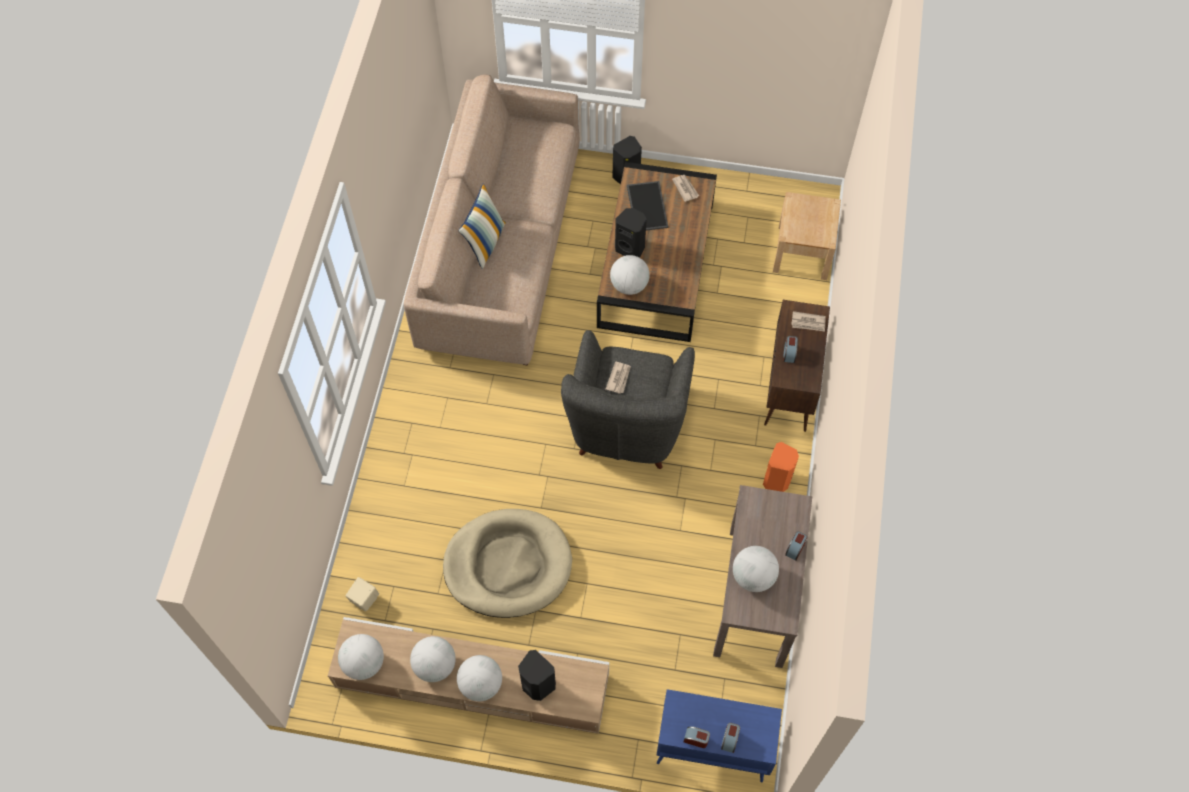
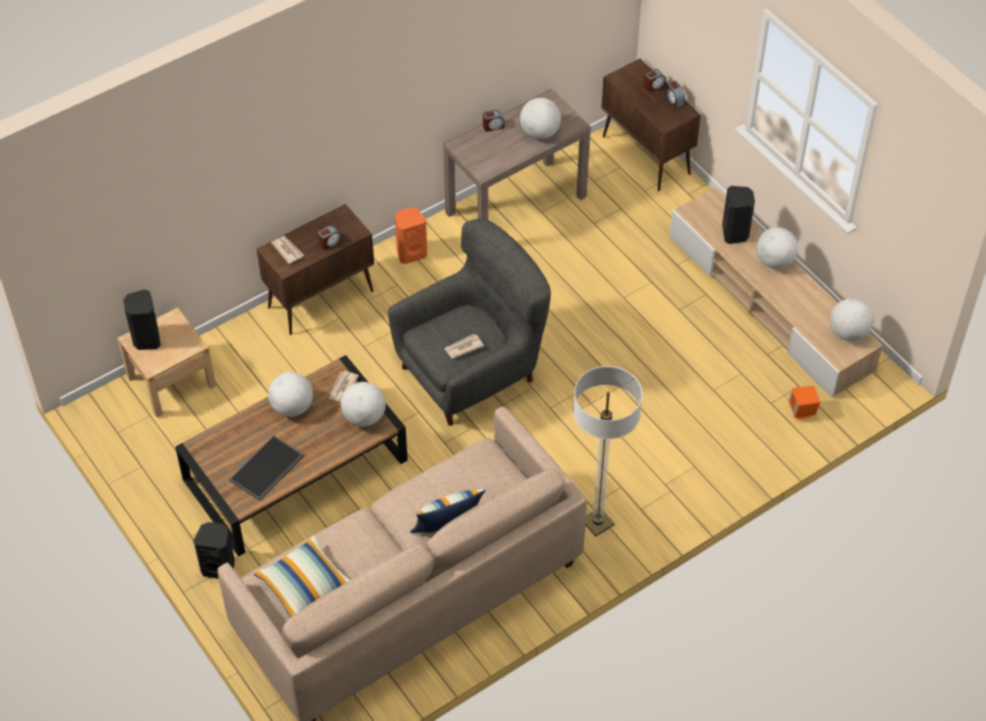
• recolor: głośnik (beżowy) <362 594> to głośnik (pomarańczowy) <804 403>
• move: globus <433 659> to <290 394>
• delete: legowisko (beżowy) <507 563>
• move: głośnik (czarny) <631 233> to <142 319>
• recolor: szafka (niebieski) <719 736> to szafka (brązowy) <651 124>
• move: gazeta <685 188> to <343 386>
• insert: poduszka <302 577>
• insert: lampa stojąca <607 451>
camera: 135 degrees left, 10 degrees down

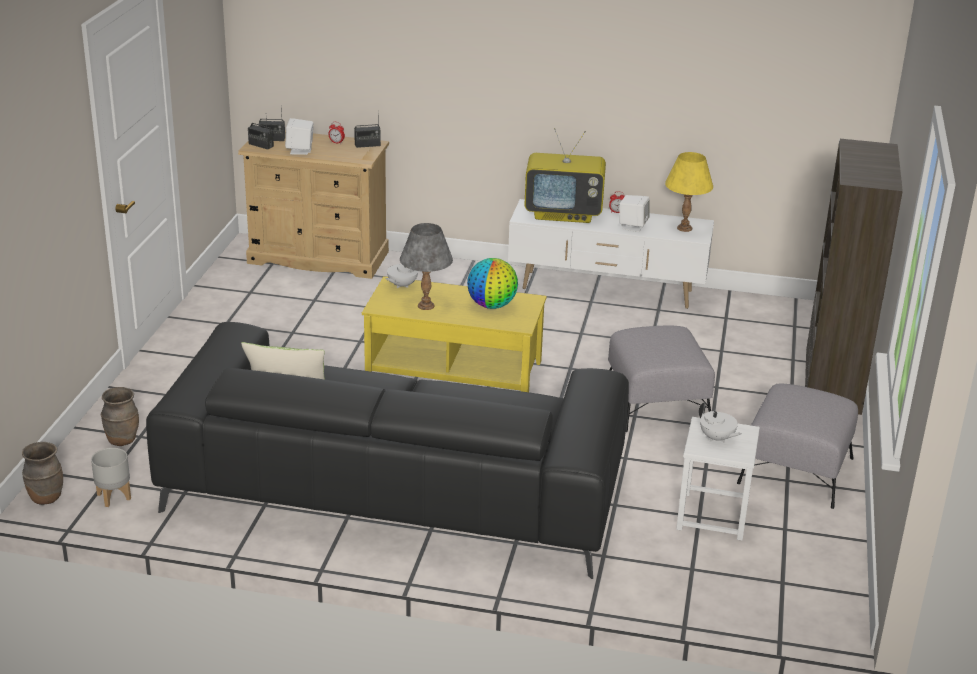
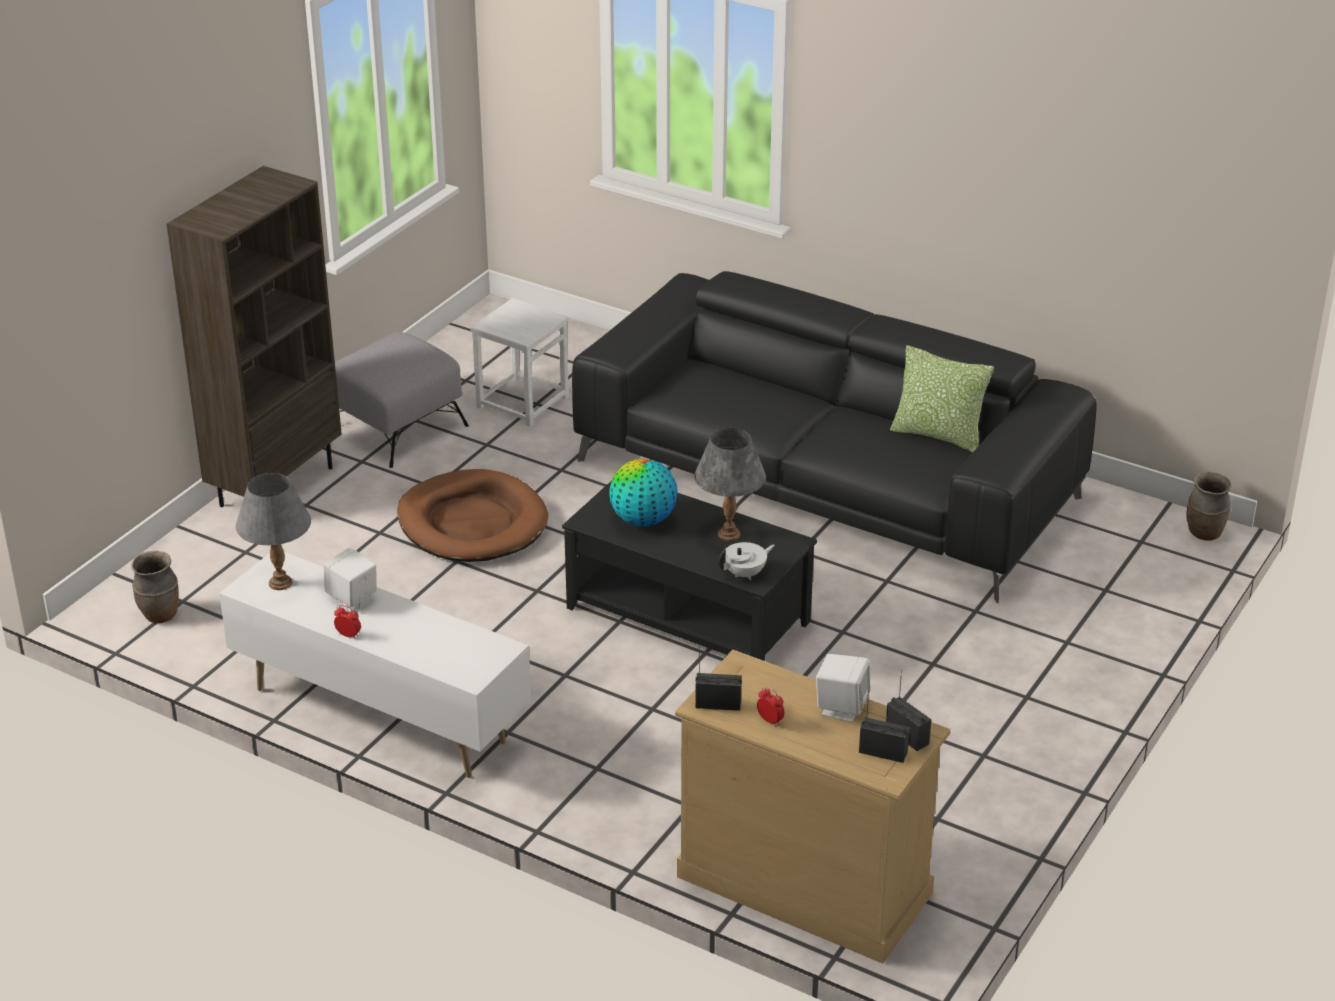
• delete: donica (szary) <111 477>
• move: wazon (brązowy) <119 416> to <155 586>
• recolor: ława (żółty) <454 334> to ława (czarny) <689 571>
• delete: telewizor <565 175>
• replace: pufa (szary) <661 378> to legowisko (brązowy) <472 515>
• recolor: lampa stołowa (żółty) <689 192> to lampa stołowa (szary) <273 531>
• delete: imbryk (biały) <720 422>
camera: 160 degrees left, 5 degrees up

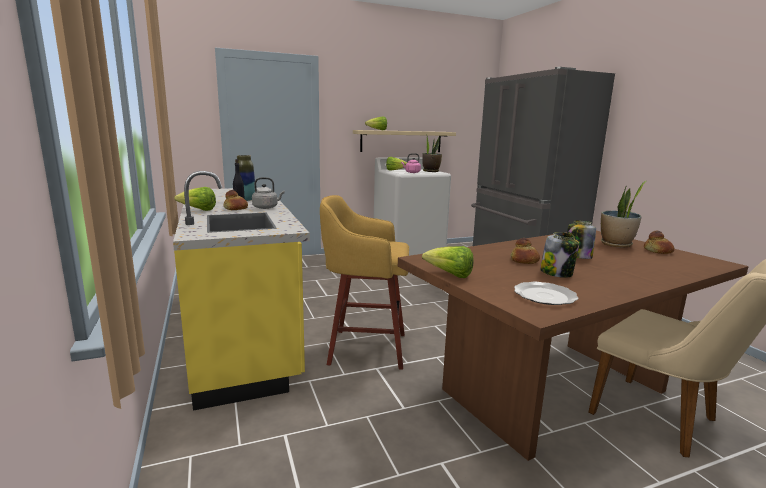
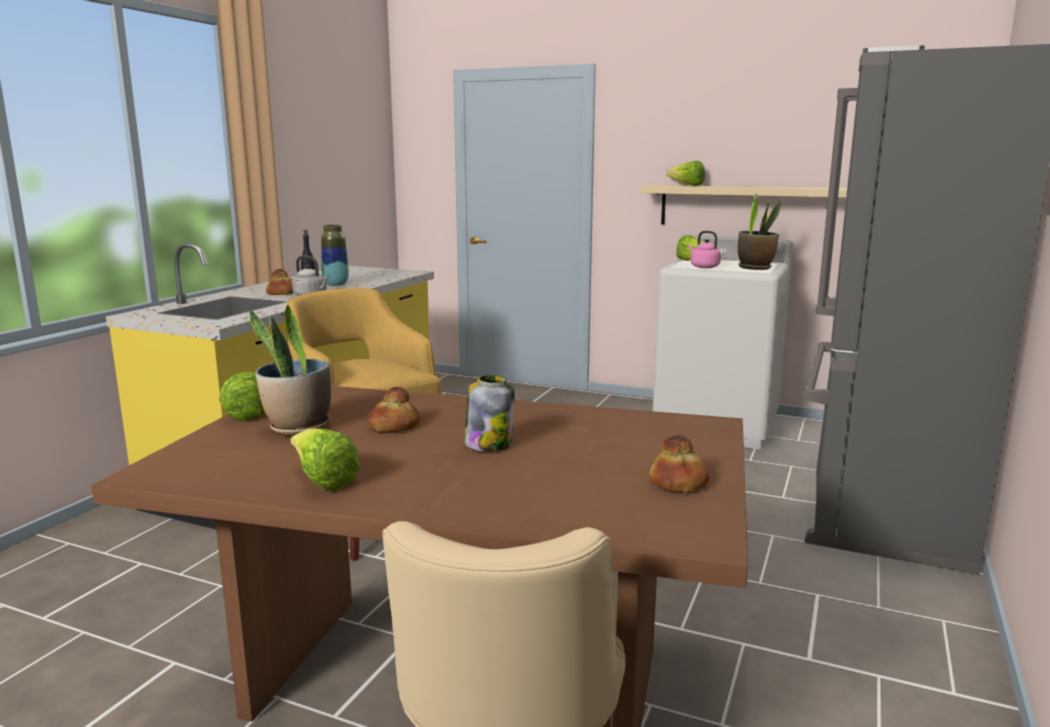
• move: sałata <195 199> to <325 459>
• delete: talerz <546 293>
• delete: słoik <559 255>
• move: roślina doniczkowa <623 214> to <290 370>
camera: 45 degrees right, 0 degrees up

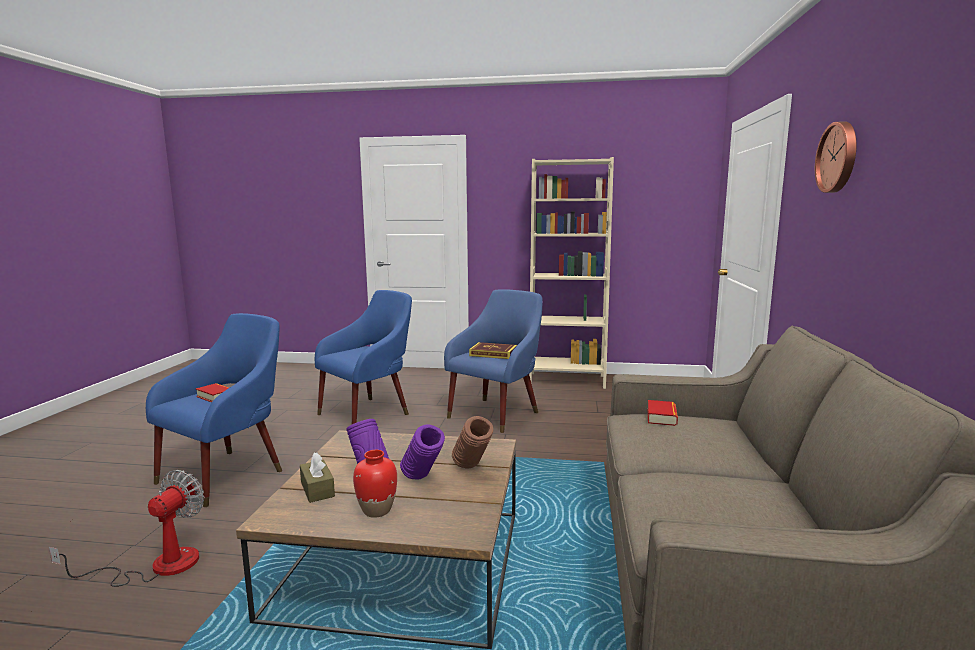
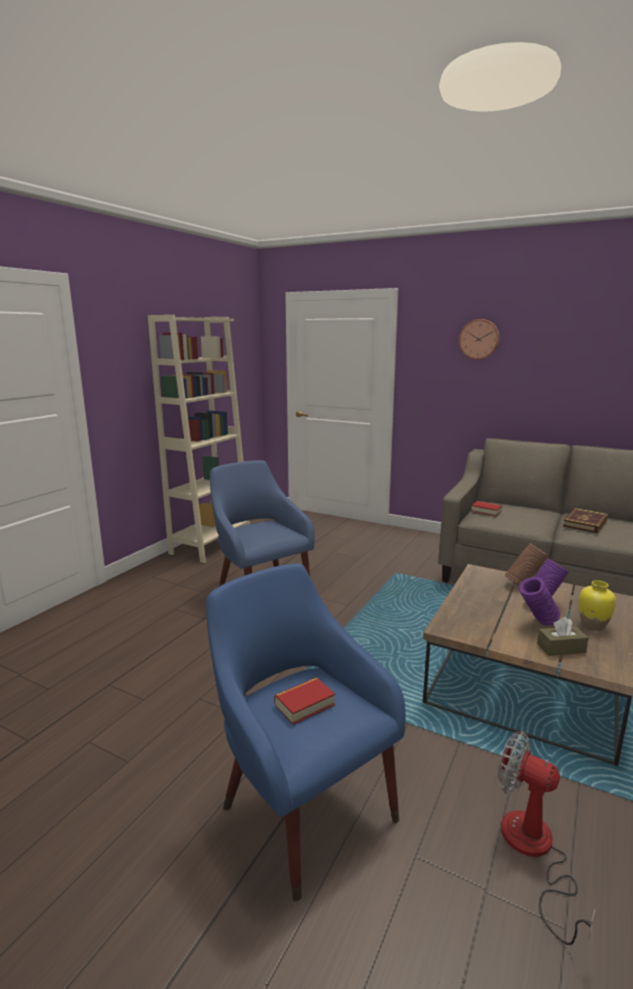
• delete: fotel (niebieski) <363 357>
• recolor: wazon (czerwony) <375 484> to wazon (żółty) <597 605>
• move: książka <493 350> to <585 521>
camera: 70 degrees left, 5 degrees up

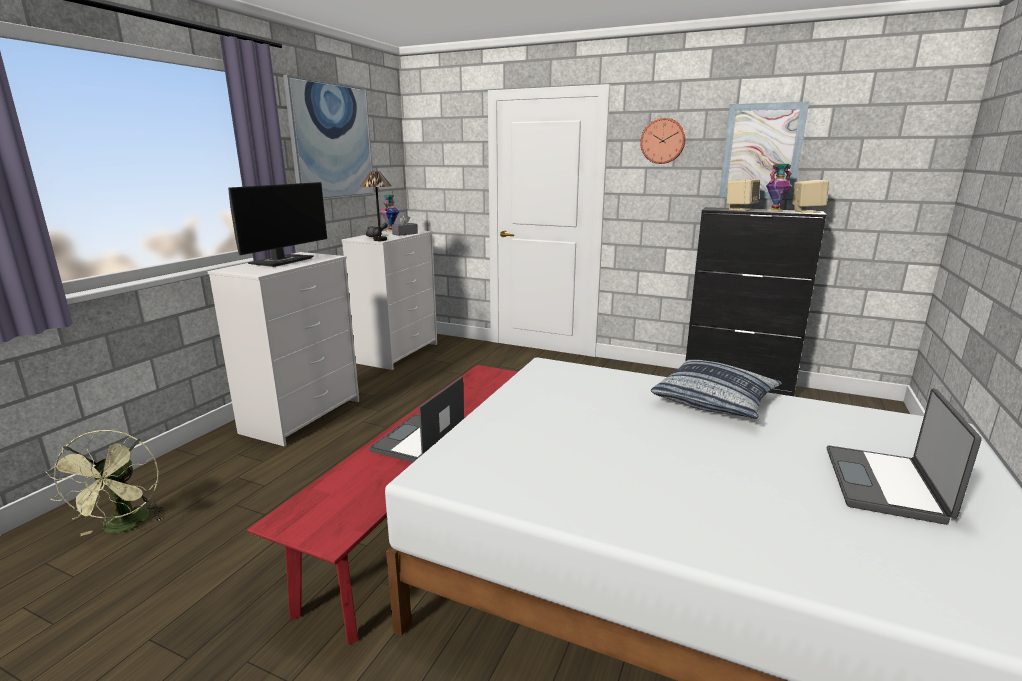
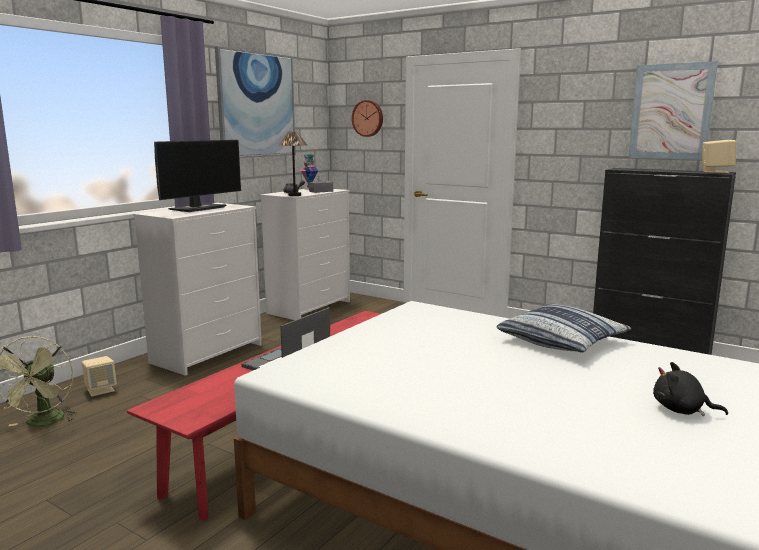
• move: zegar ścienny <663 141> to <367 118>
• move: głośnik (beżowy) <743 195> to <99 376>
• delete: wazon <779 188>
• replace: laptop <904 457> to pluszak (czarny) <690 389>
camera: 10 degrees right, 5 degrees down

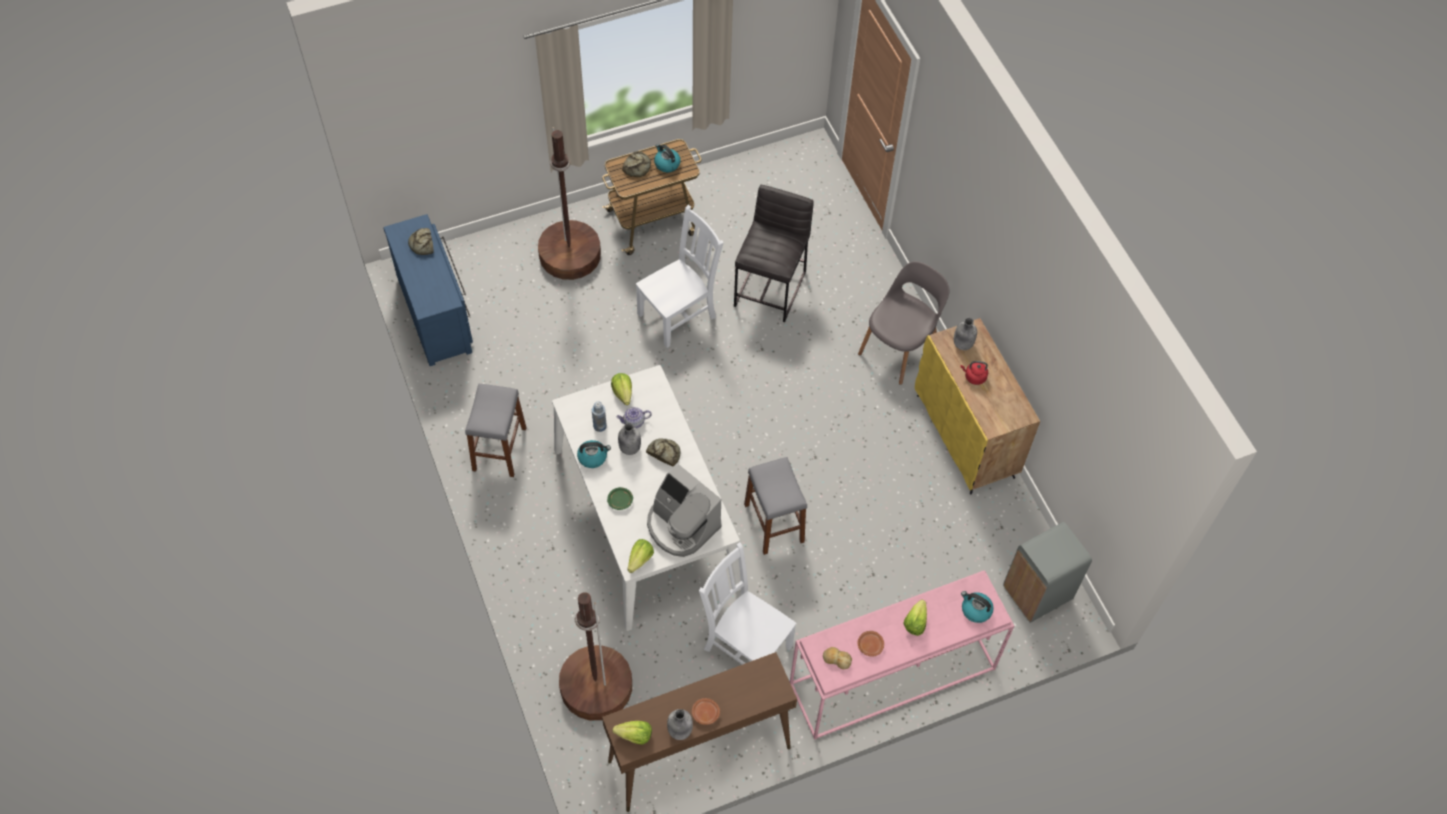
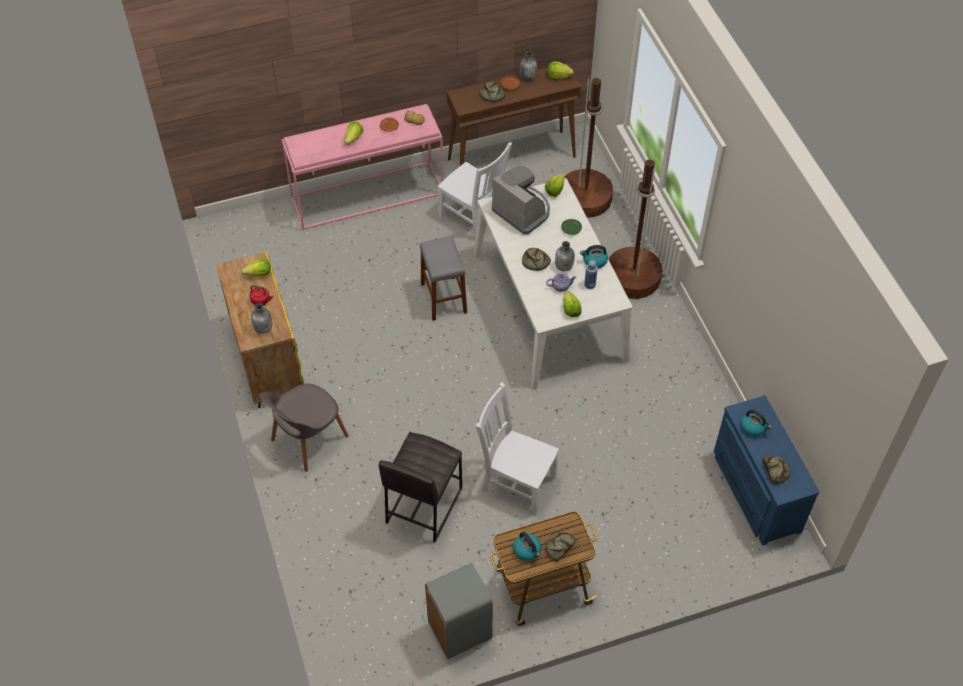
• delete: stołek (szary) <495 430>
• move: lampa stojąca (brązowy) <569 203> to <635 229>
• rotate: krzesło (biały) <679 276> = <517 448> 60 degrees clockwise
• move: czajnik <977 607> to <756 423>
• move: kosz na śmieci (szary) <1047 572> to <459 611>
• insert: sałata <256 267>
• insert: chleb <492 91>
camera: 175 degrees left, 5 degrees down

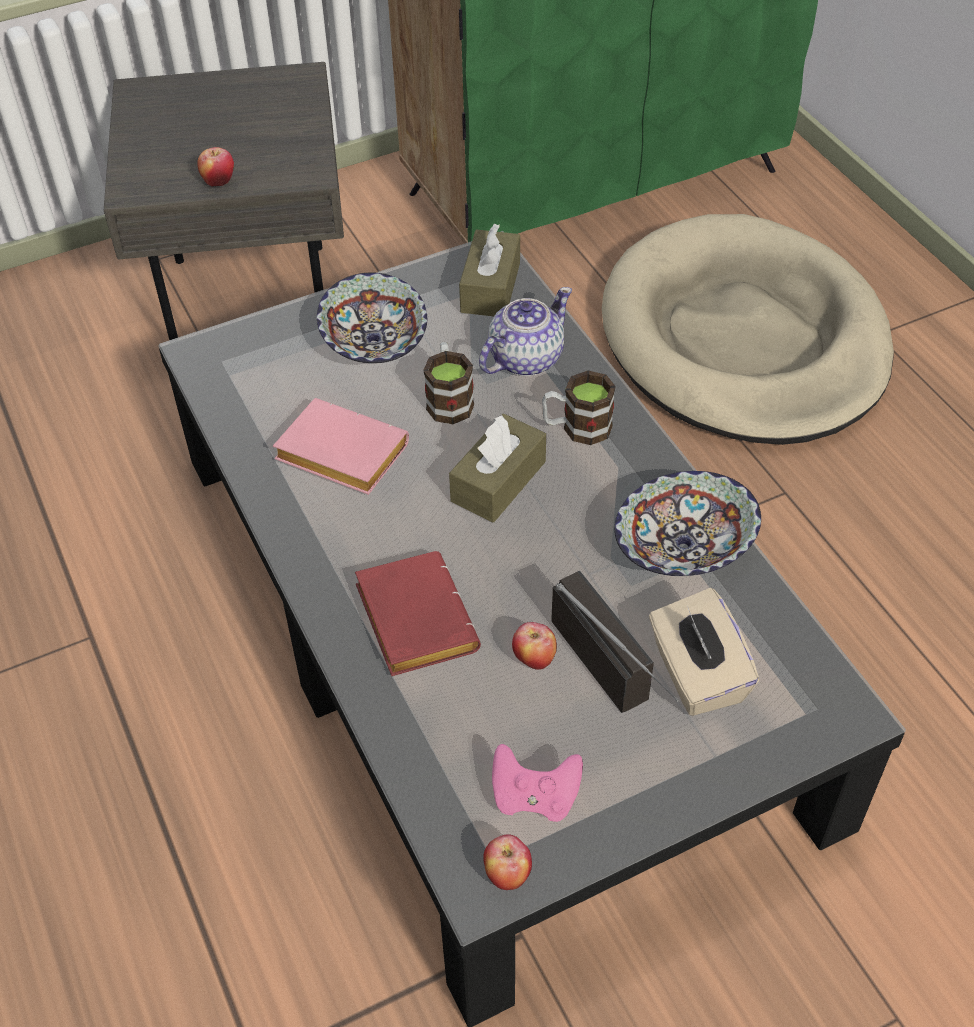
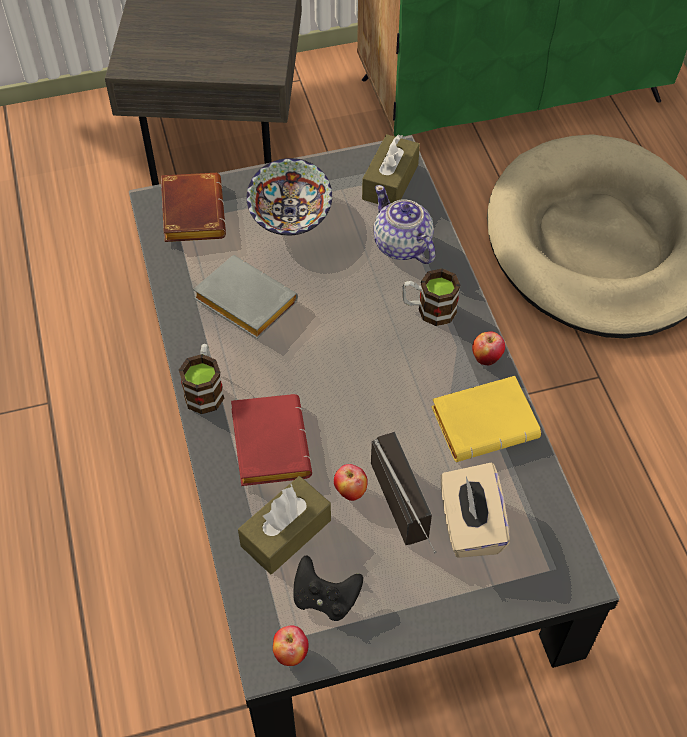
• move: jabłko <215 167> to <488 348>
• recolor: książka (różowy) <341 446> to książka (szary) <245 297>
• move: kubek <448 383> to <201 379>
• move: pudełko chusteczek (brązowy) <497 468> to <284 525>
• rotate: imbryk <525 331> = <404 224> 90 degrees counterclockwise
• recolor: pad do gier (różowy) <537 783> to pad do gier (czarny) <328 588>
• replace: miska <687 523> to książka (żółty) <486 419>
• insert: książka (brązowy) <193 207>
camera: 10 degrees right, 5 degrees up

